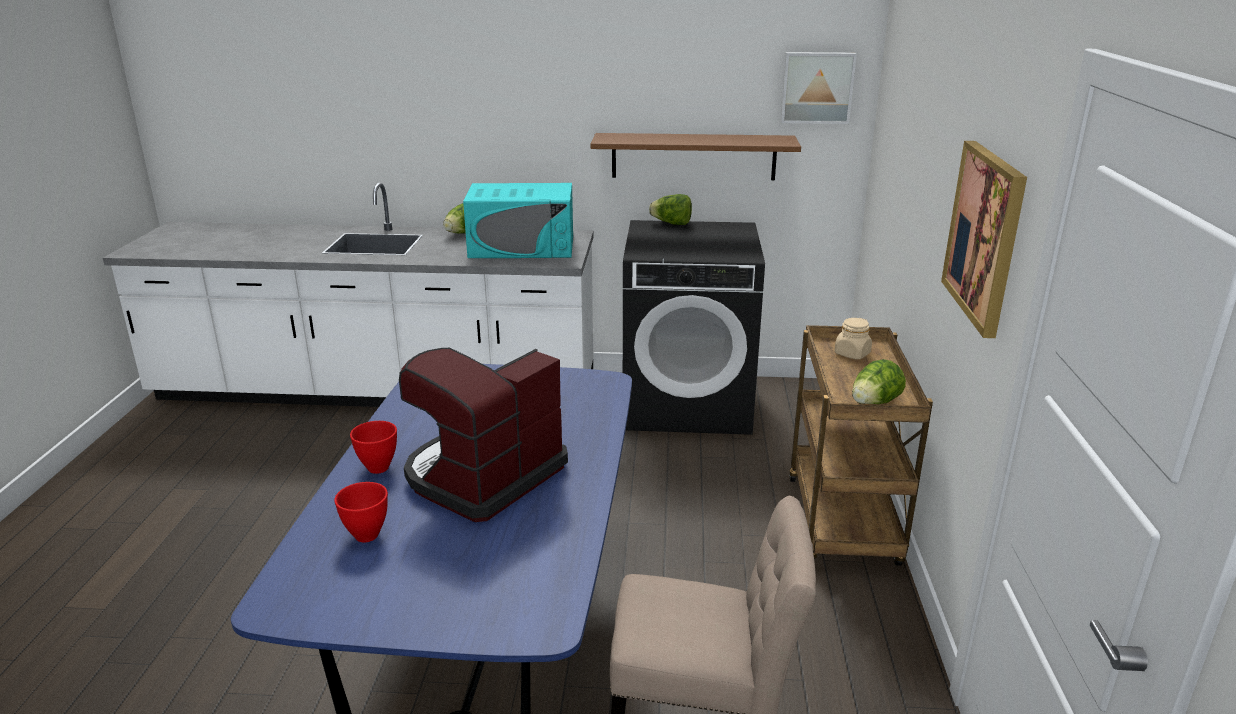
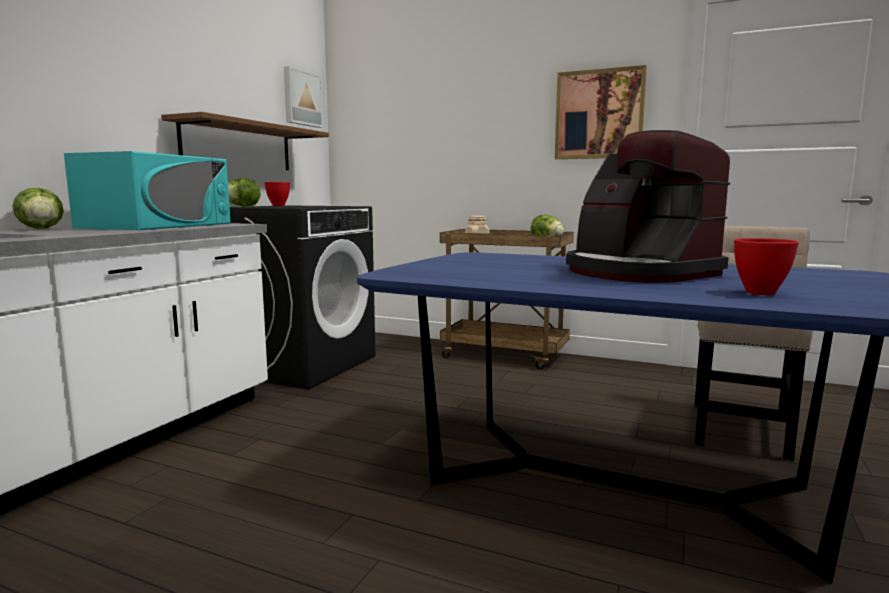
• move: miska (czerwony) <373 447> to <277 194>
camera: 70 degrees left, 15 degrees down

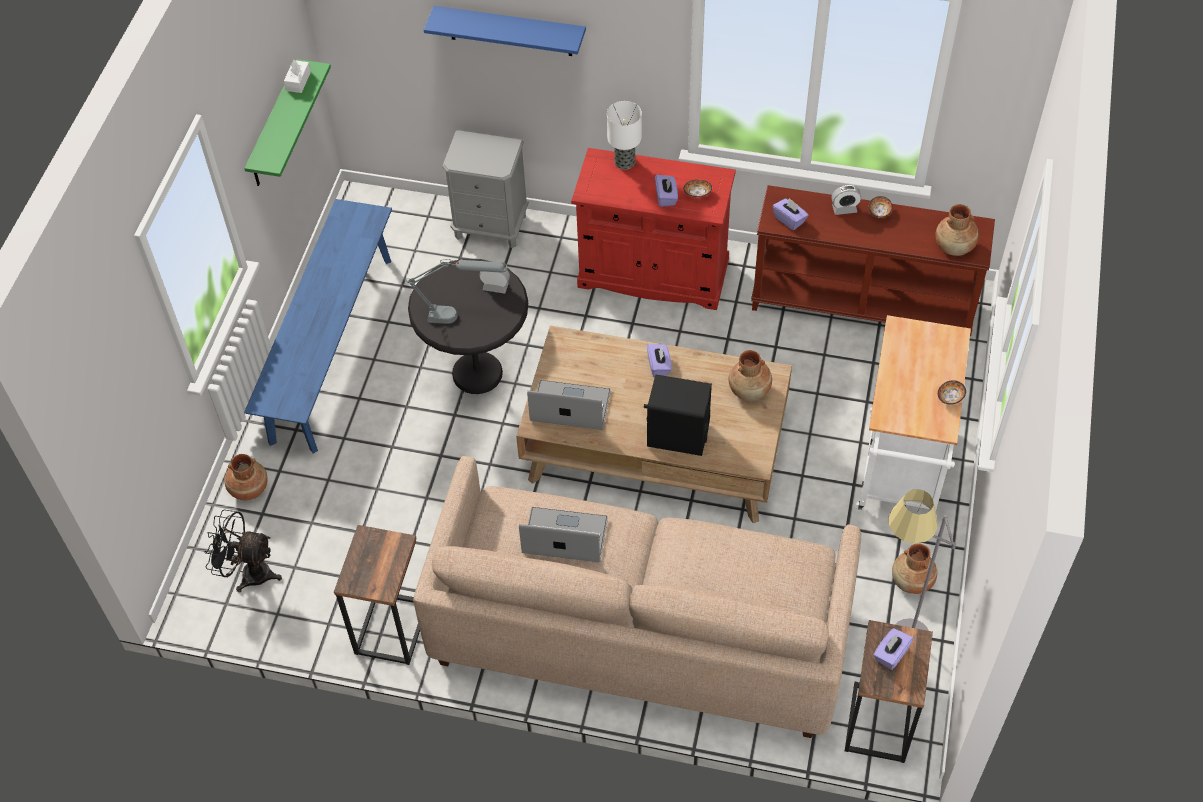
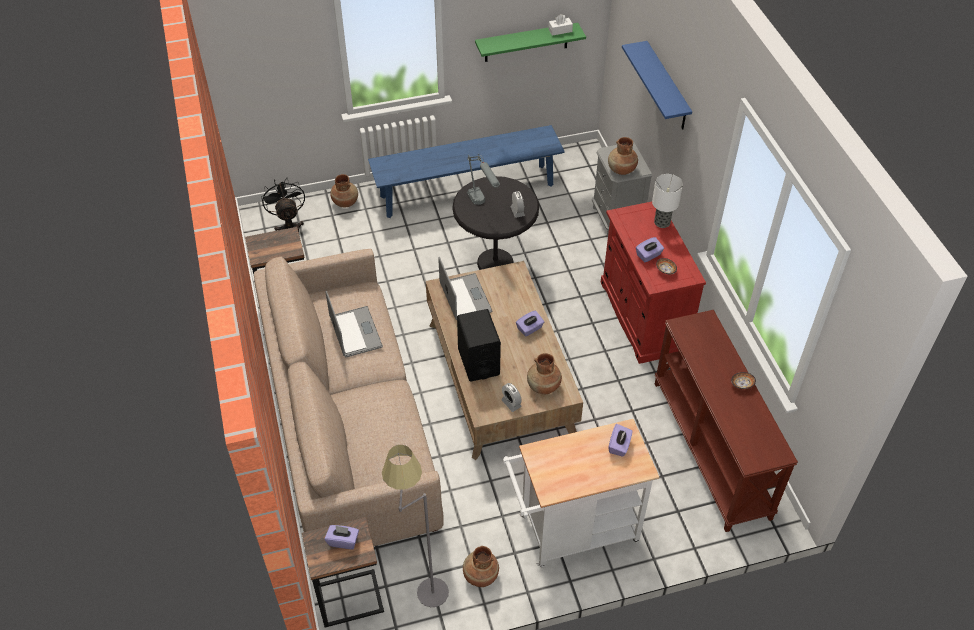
• move: pudełko chusteczek (fioletowy) <790 214> to <620 440>
• move: budzik <846 200> to <511 397>
• move: wazon (brązowy) <957 230> to <623 156>
• delete: miska <952 392>
camera: 60 degrees right, 5 degrees down

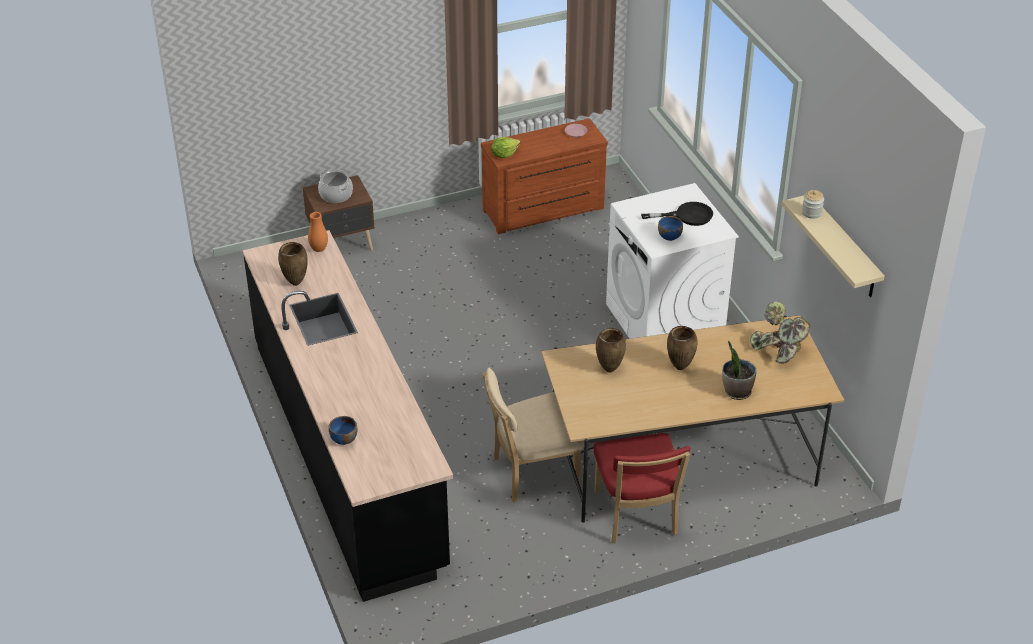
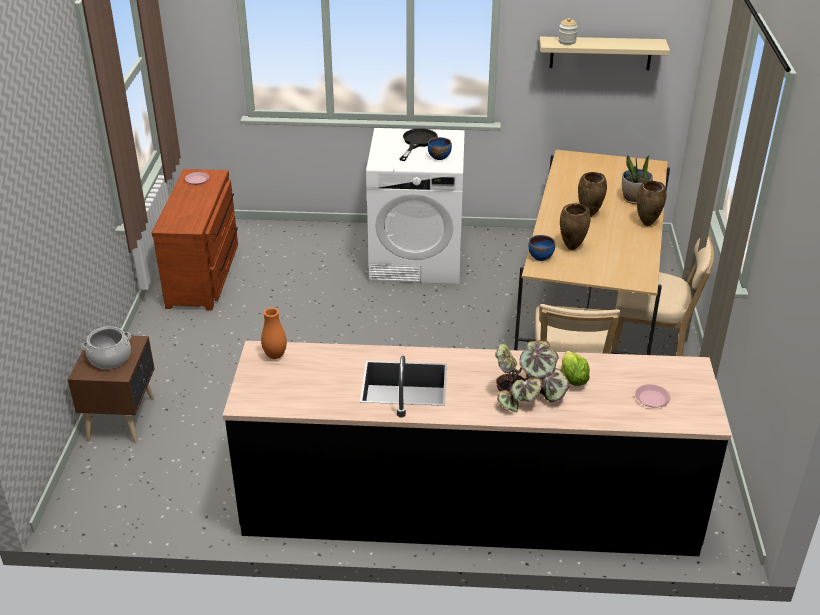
• move: wazon (brązowy) <293 264> to <652 203>
• move: miska (niebieski) <343 430> to <541 248>
• move: sałata <505 147> to <575 368>
• recolor: krzesło (czerwony) <642 488> to krzesło (beżowy) <663 296>
• move: roślina doniczkowa <780 332> to <532 376>
• insert: talerz (różowy) <653 396>
camera: 65 degrees left, 5 degrees down

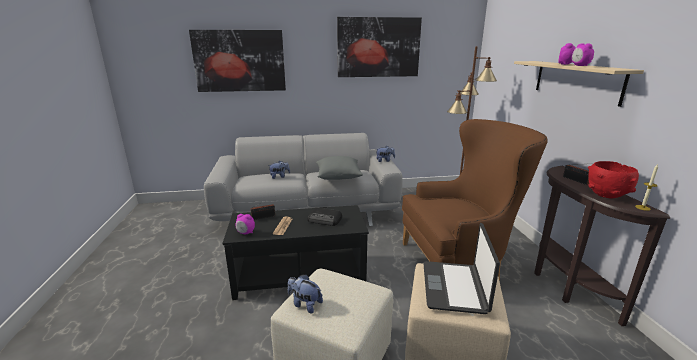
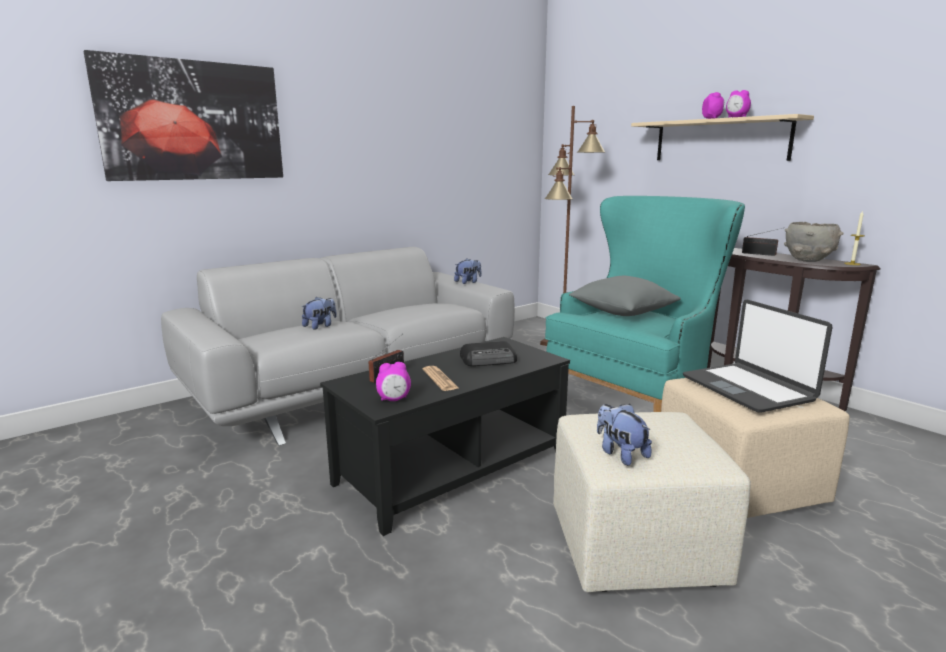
• rotate: pluszak <305 294> = <624 435> 60 degrees clockwise
• move: poduszka (szary) <339 168> to <625 296>
• delete: obraz <379 47>
• recolor: fotel (brązowy) <475 200> to fotel (turkusowy) <645 304>
• recolor: miska (czerwony) <613 179> to miska (szary) <813 242>
camera: 30 degrees left, 5 degrees down

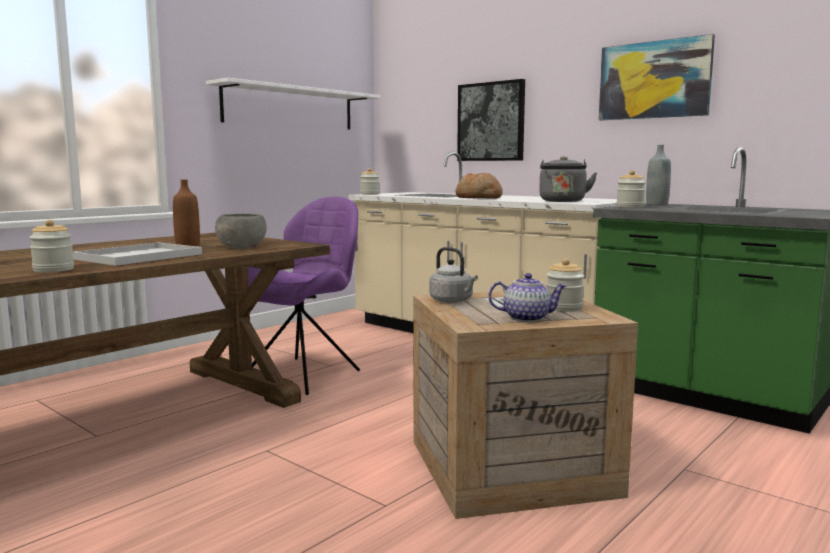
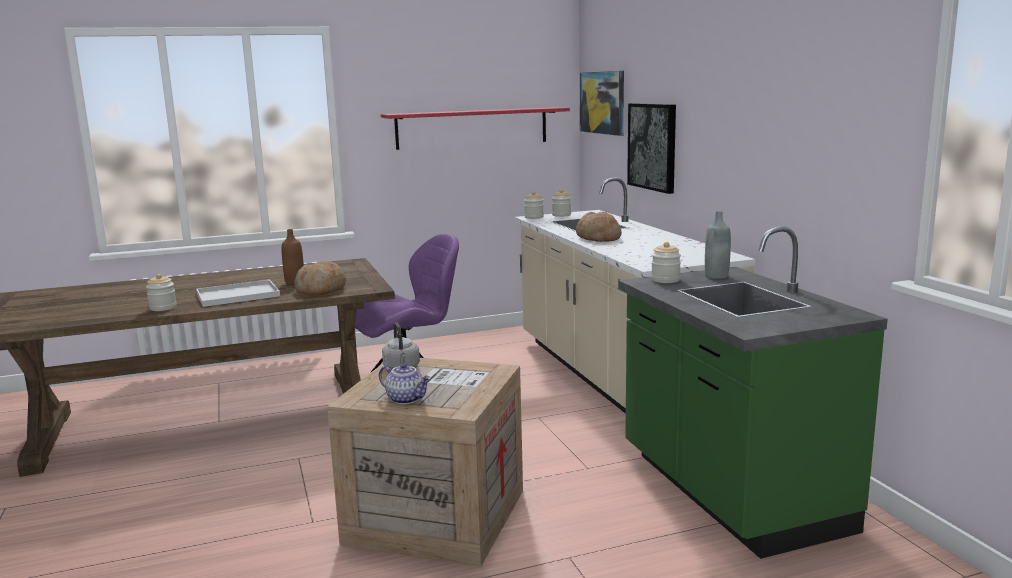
• recolor: półka (biały) <293 104> to półka (czerwony) <475 128>
• replace: miska (szary) <241 231> to chleb <320 278>
• delete: czajnik (szary) <568 179>
• move: słoik <565 285> to <561 203>
• move: obraz <657 77> to <602 103>
camera: 30 degrees right, 5 degrees up

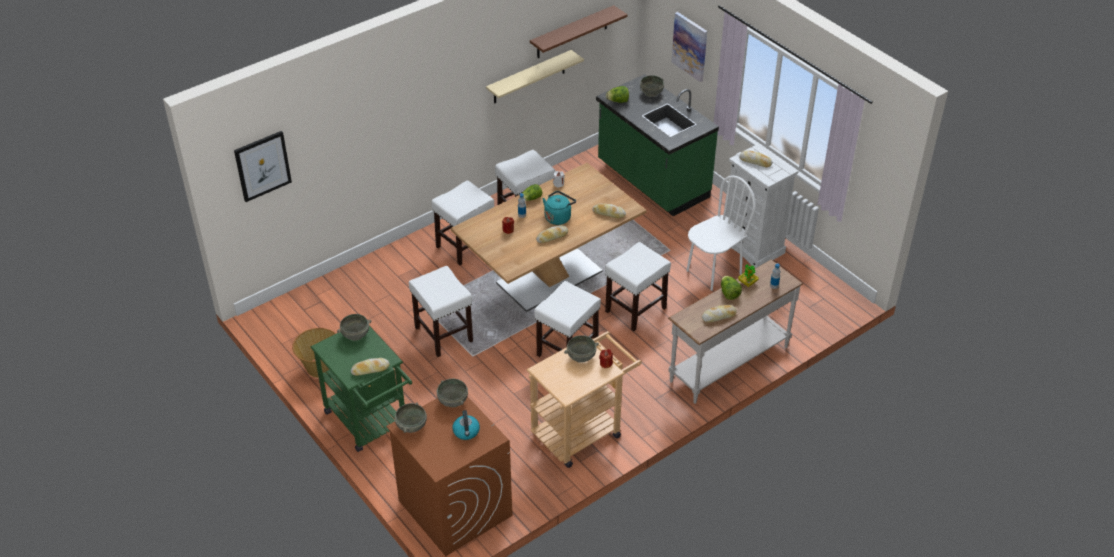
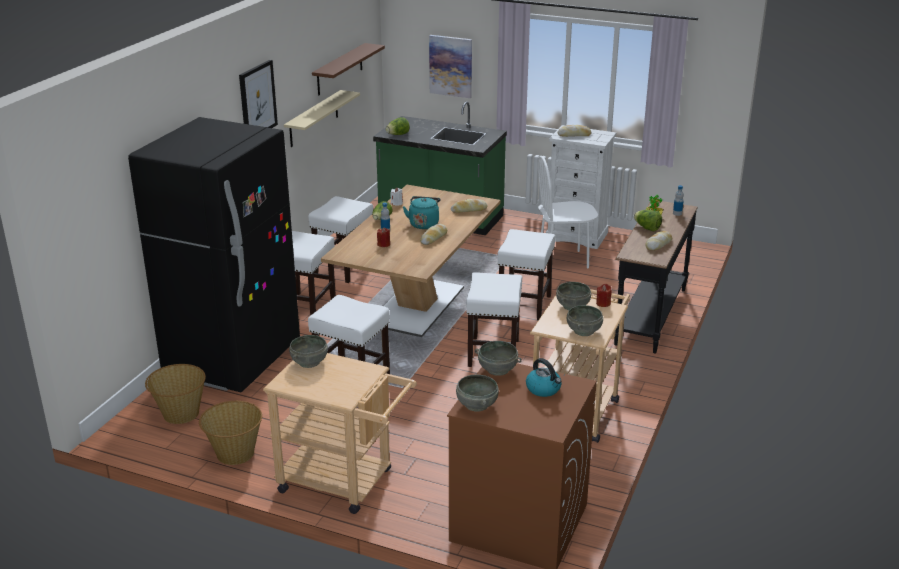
• move: obraz <263 166> to <258 94>
• recolor: wózek (zielony) <361 389> to wózek (beżowy) <340 433>
• delete: chleb <370 367>
• move: miska (szary) <652 86> to <585 320>
• recolor: stolik konsolowy (biały) <735 332> to stolik konsolowy (czarny) <656 277>
• rotate: krzesło (biały) <721 233> = <568 212> 120 degrees counterclockwise
• insert: lodówka (czarny) <214 254>
• insert: koszyk <175 394>
camera: 30 degrees left, 15 degrees down

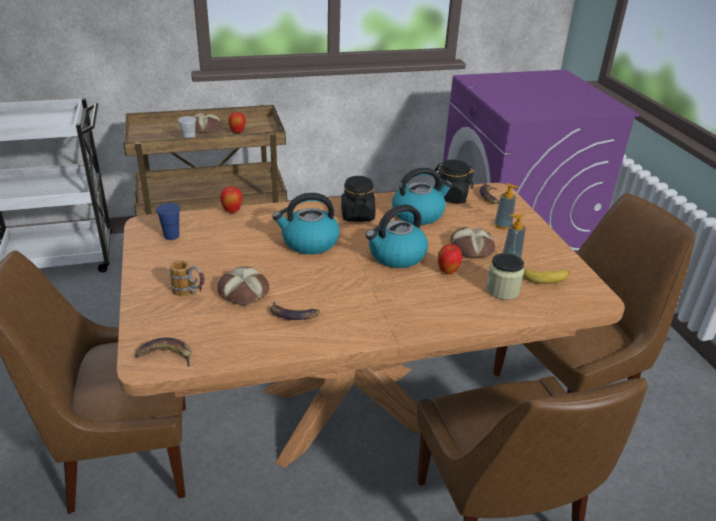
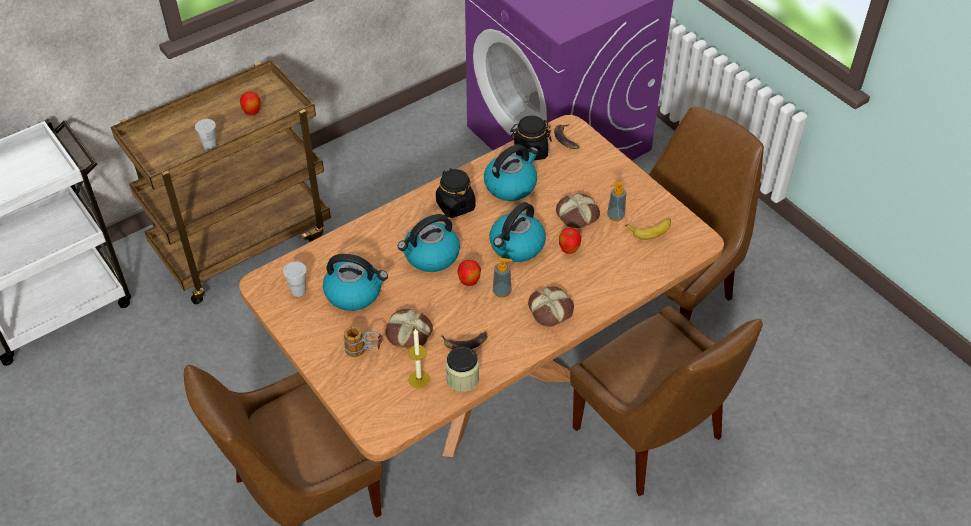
• delete: banan <163 352>
• recolor: filiżanka (niebieski) <168 221> to filiżanka (biały) <294 279>
• move: chleb <207 122> to <551 306>
• move: jabłko <231 199> to <469 273>
• move: słoik <505 276> to <462 369>
• move: dozownik mydła <507 206> to <503 278>
• insert: czajnik <355 282>
• insert: świeca <419 358>
camera: 20 degrees left, 15 degrees up

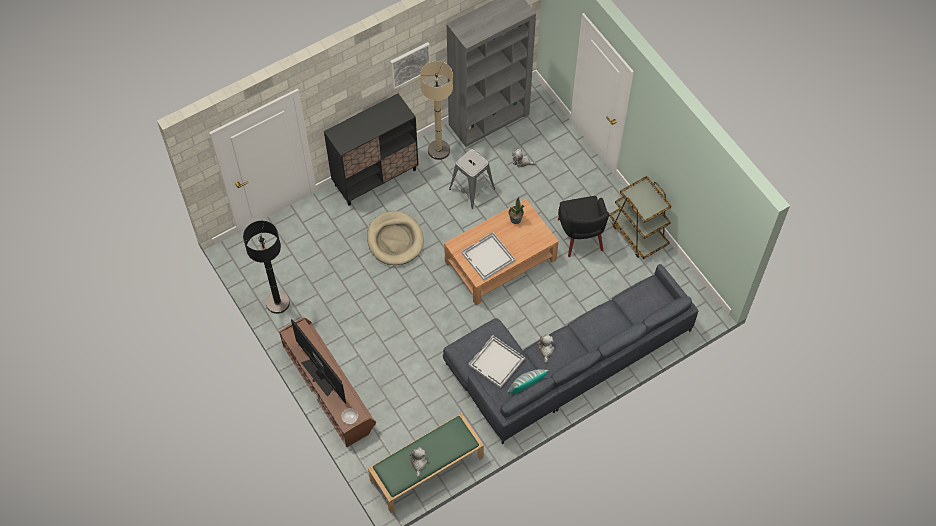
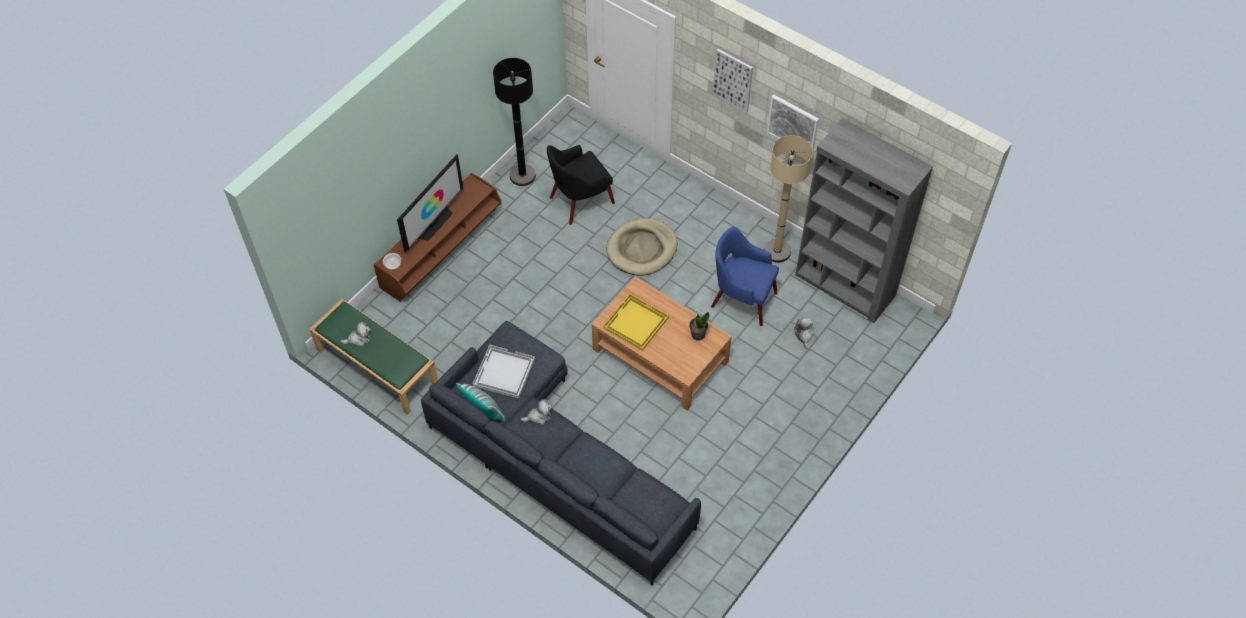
• delete: szafka (czarny) <371 150>
• replace: stołek (szary) <472 179> to fotel (niebieski) <745 276>
• recolor: taca (biały) <488 256> to taca (żółty) <636 322>
• move: fotel (czarny) <583 226> to <581 185>
• delete: wózek (brązowy) <640 217>
• insert: obraz <733 80>
camera: 70 degrees right, 5 degrees down

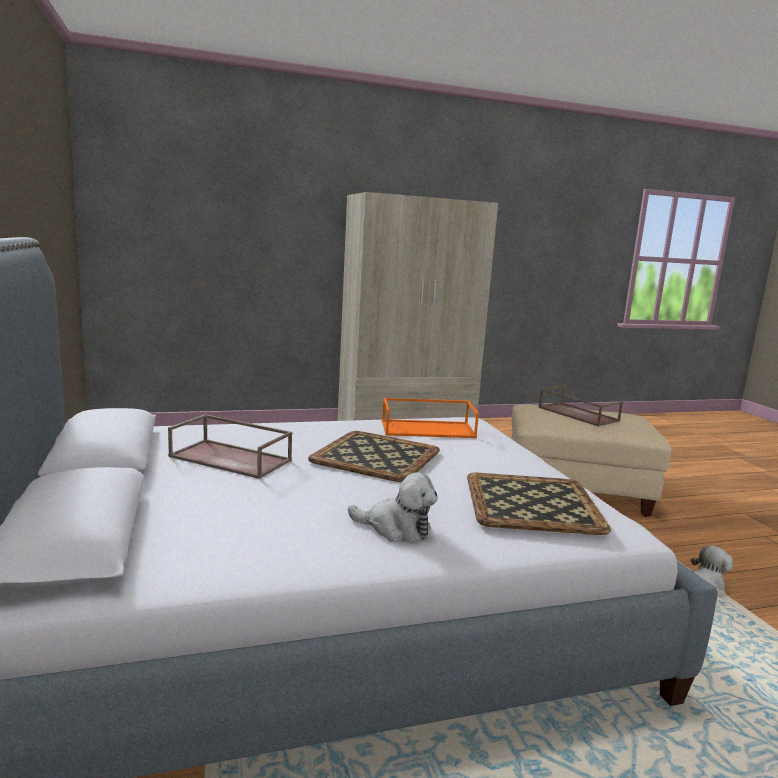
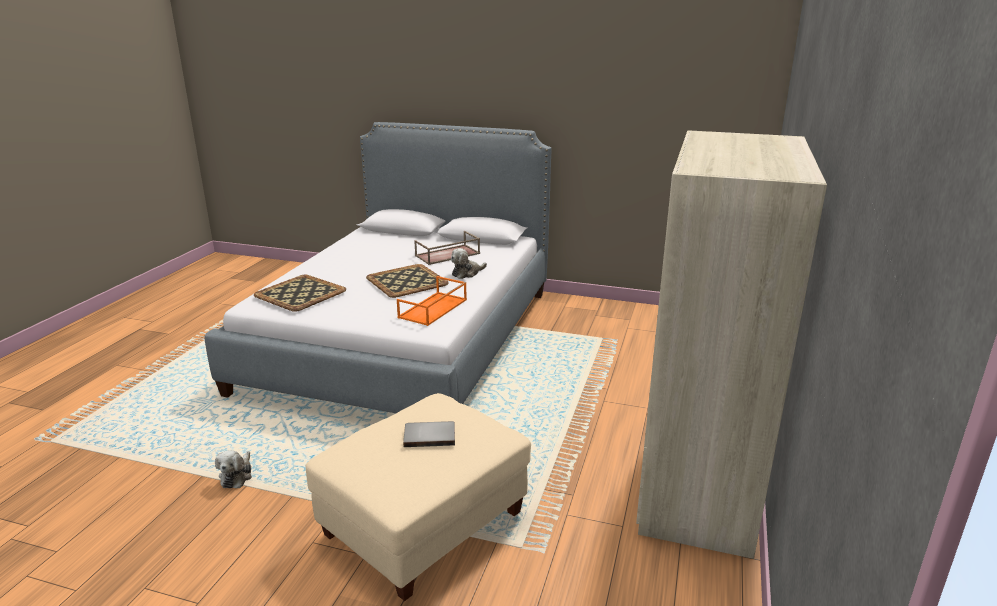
• move: pluszak <393 507> to <469 263>
• replace: taca (brązowy) <580 406> to książka (szary) <429 434>
camera: 125 degrees right, 10 degrees up

